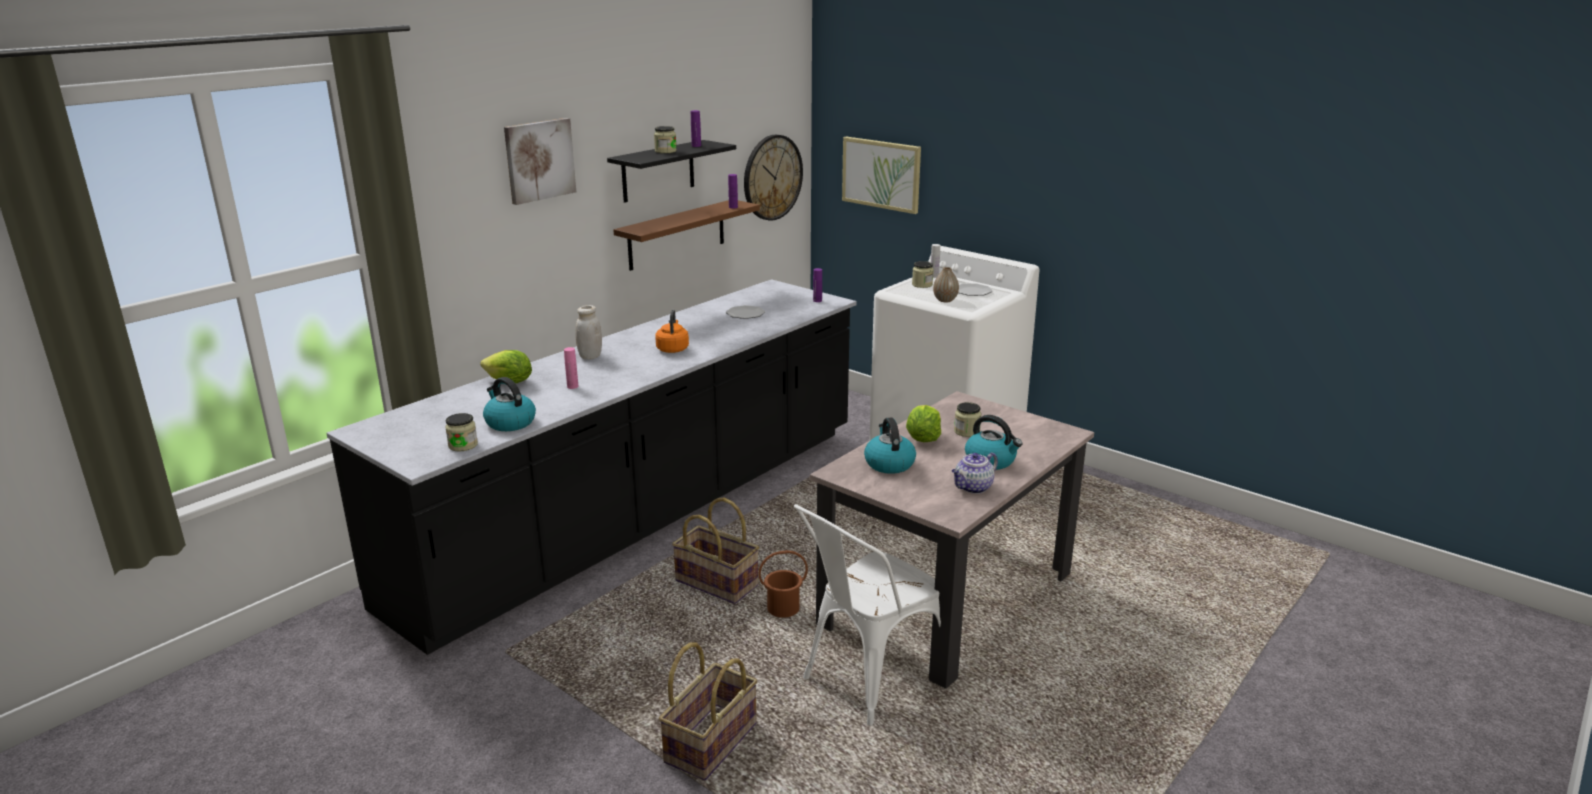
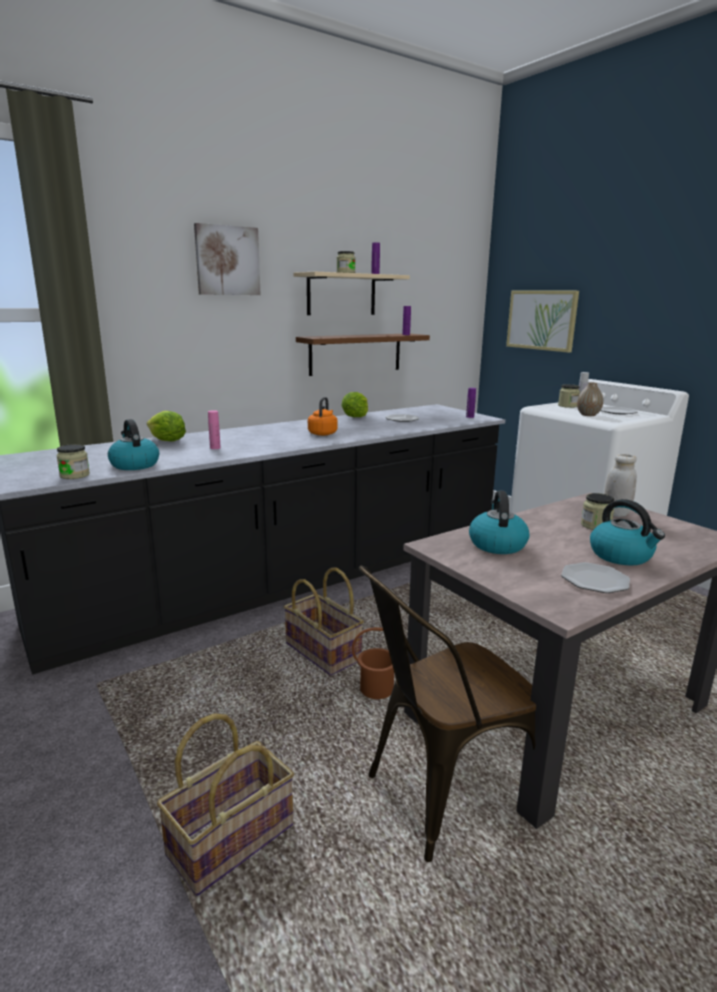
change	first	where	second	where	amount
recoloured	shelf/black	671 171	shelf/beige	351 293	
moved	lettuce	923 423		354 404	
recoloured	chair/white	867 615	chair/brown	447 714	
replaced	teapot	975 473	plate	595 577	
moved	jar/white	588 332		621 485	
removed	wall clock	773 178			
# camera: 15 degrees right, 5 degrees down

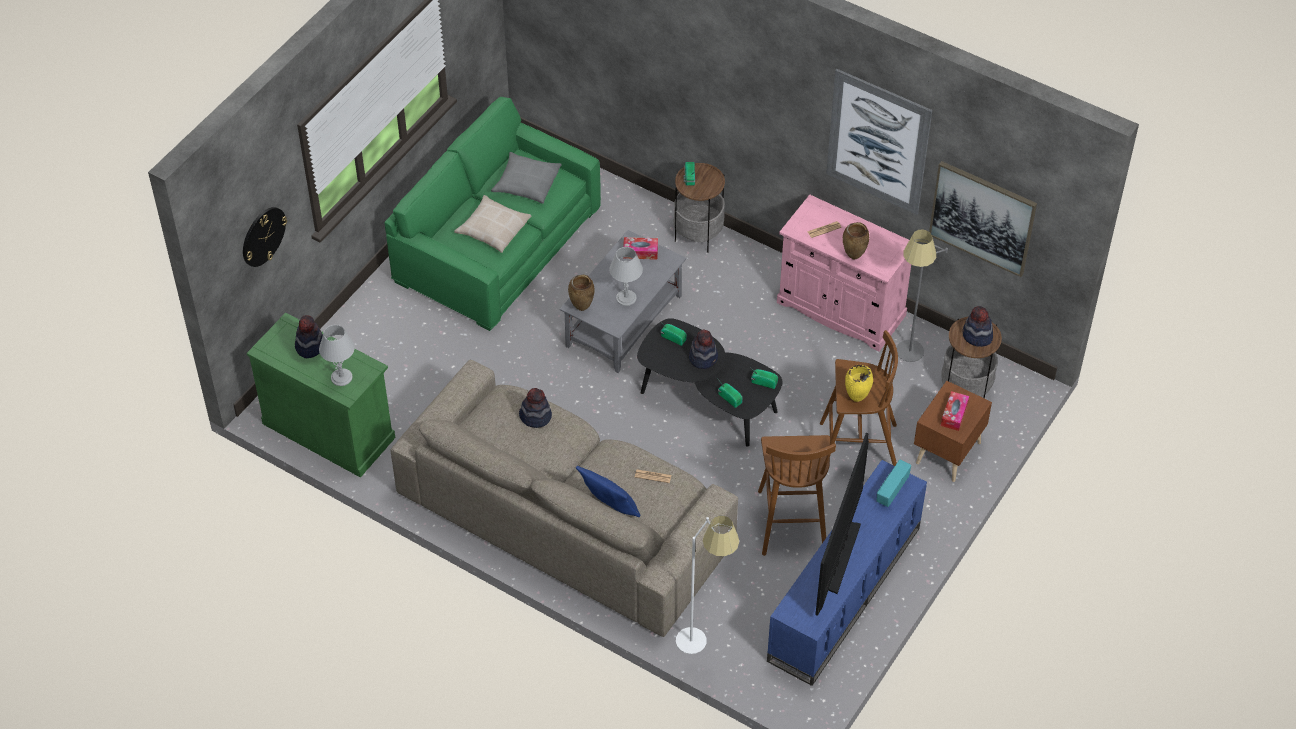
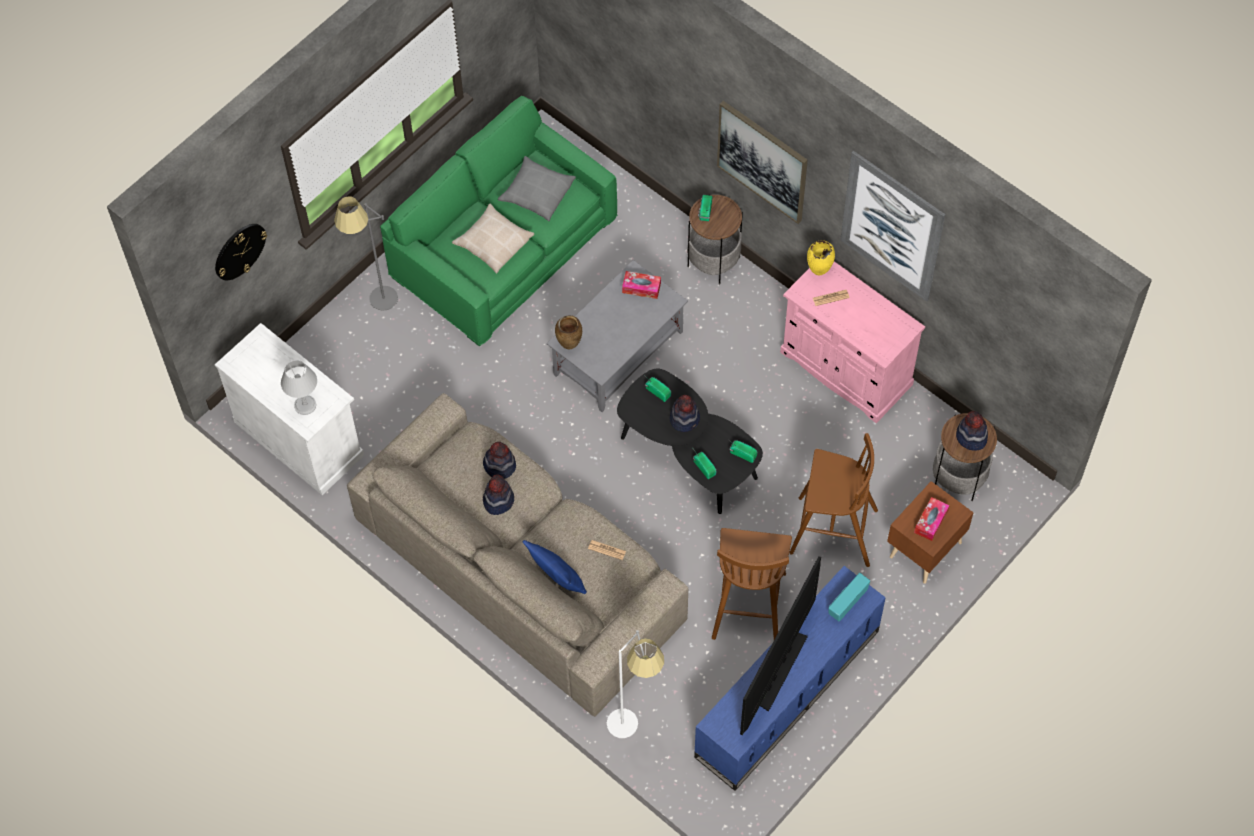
change	first	where	second	where	amount
recoloured	cabinet/green	321 395	cabinet/white	289 409	
moved	floor lamp/grey	922 295		366 254	
moved	hat	309 336		498 495	
moved	picture	983 219		762 162	
moved	vase/yellow	859 383		821 257	
removed	table lamp/grey	626 276			
removed	vase/brown	856 241			
# camera: 10 degrees right, 10 degrees up

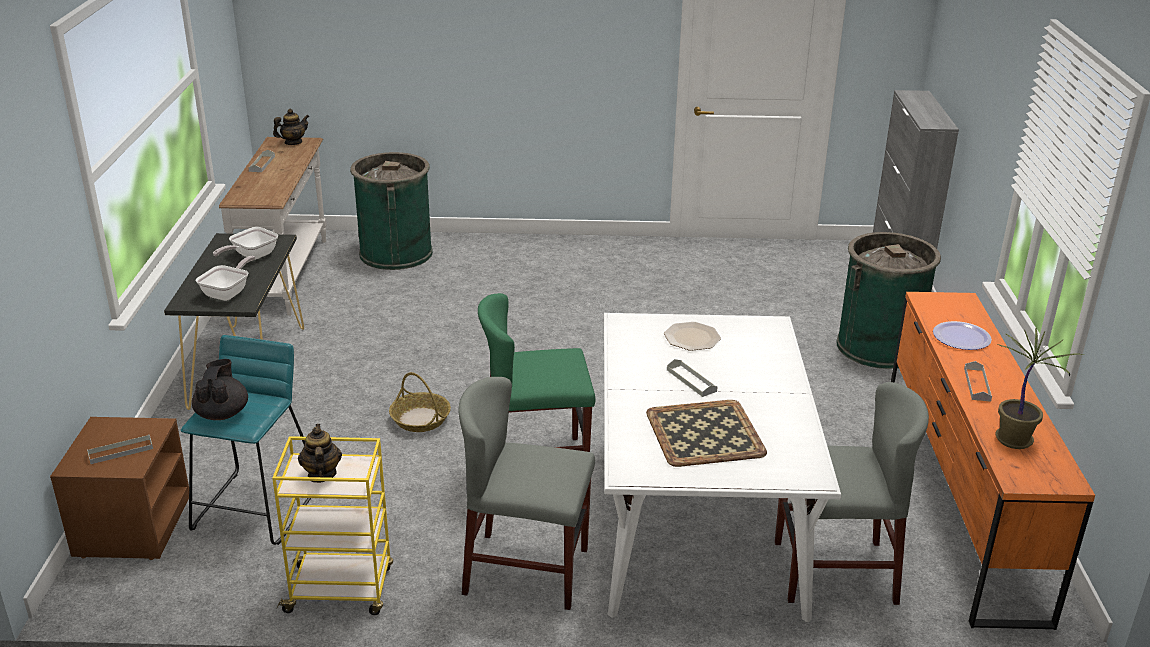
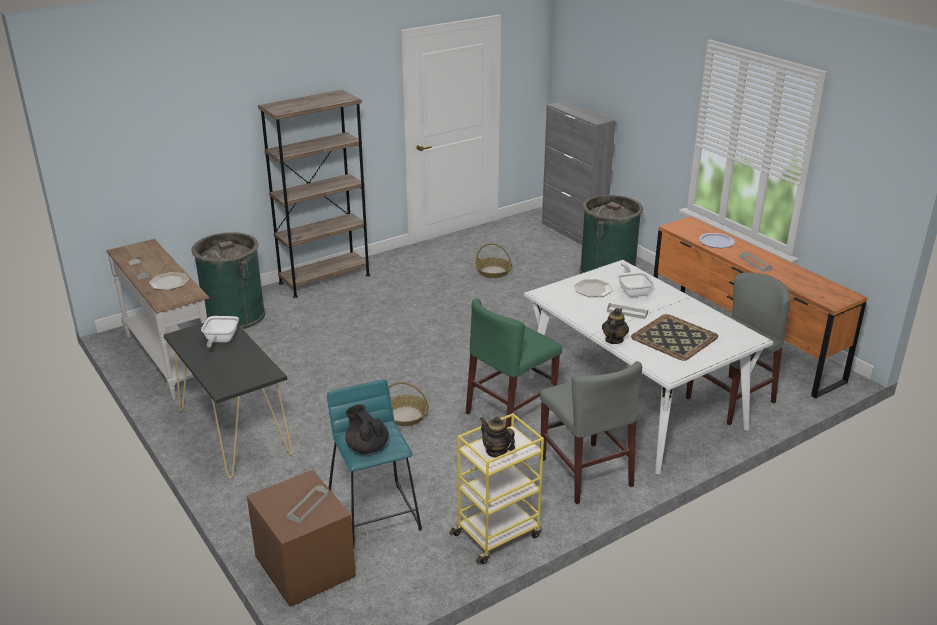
change	first	where	second	where	amount
added			plate	169 281	
added			bookcase/brown	314 194	
added			basket	493 260	
turned	chair/grey	527 493		591 432	90 degrees counterclockwise
moved	teapot	291 127		615 326	
moved	frying pan	225 278		636 280	
removed	potted plant	1039 388			
# camera: 35 degrees left, 0 degrees up

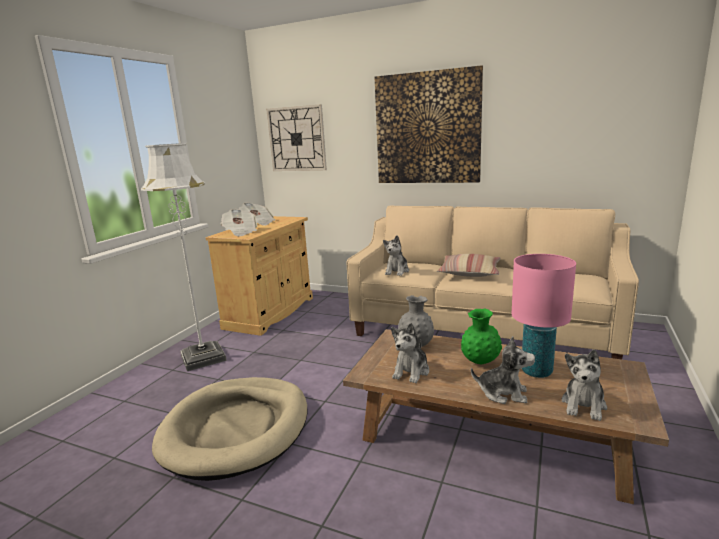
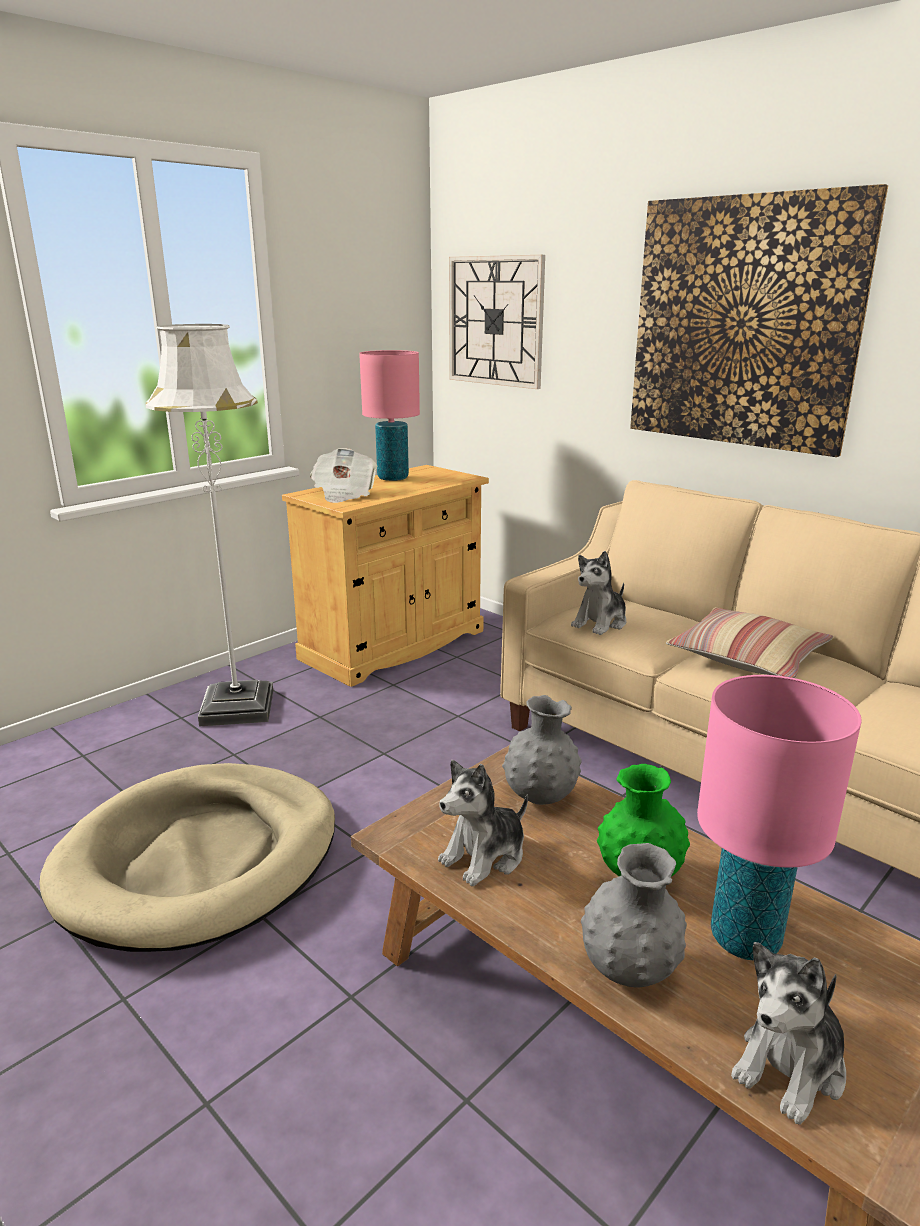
change	first	where	second	where	amount
replaced	newspaper	257 214	table lamp/pink	389 415	
replaced	plush toy	503 370	vase/grey	634 915	
# camera: 20 degrees right, 5 degrees up

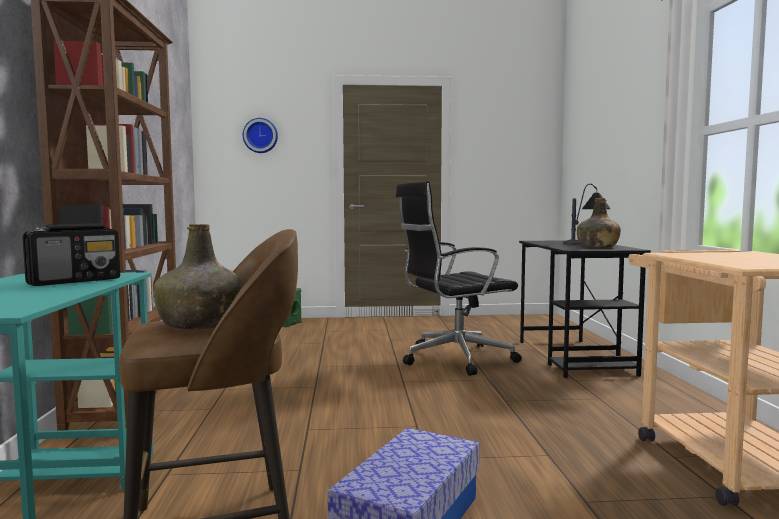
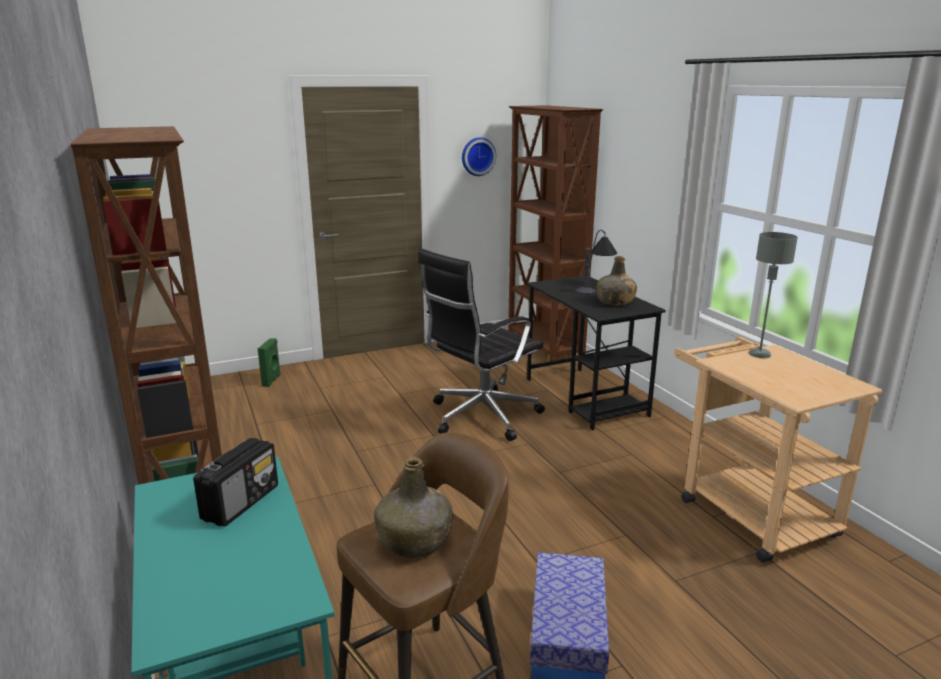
change	first	where	second	where	amount
moved	wall clock	260 135		479 156	
added			bookcase/brown	555 233	
added			table lamp/grey	773 295	
# camera: 20 degrees left, 15 degrees up

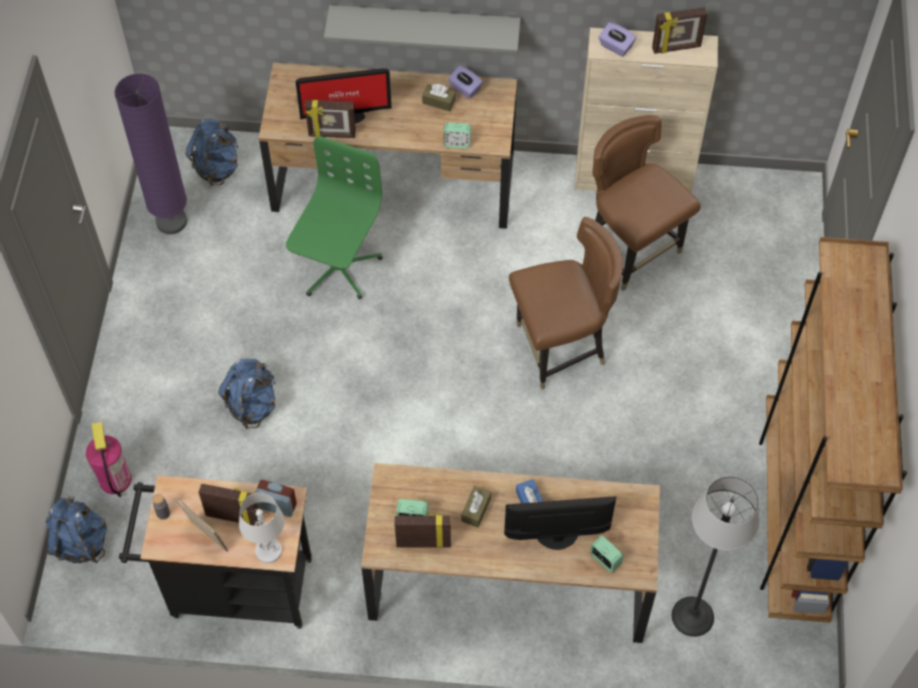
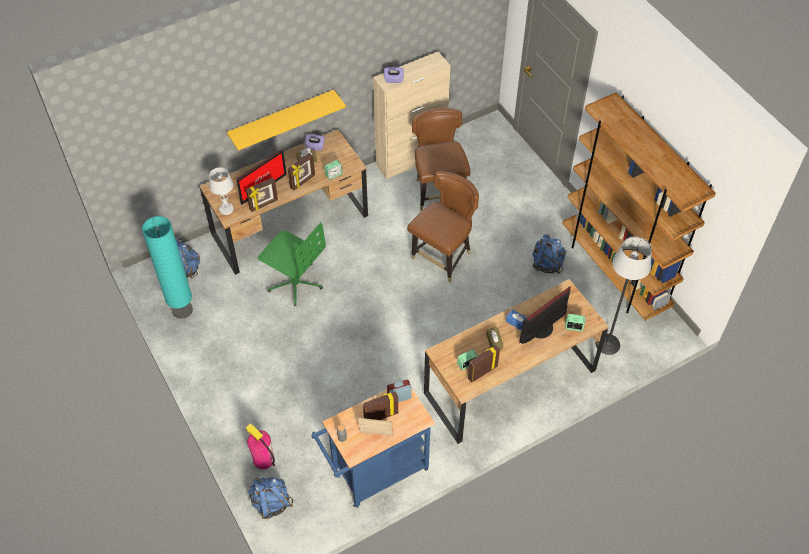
change	first	where	second	where	amount
recoloured	floor lamp/purple	151 153	floor lamp/turquoise	167 267	
moved	table lamp/white	261 528		221 191	
recoloured	shelf/grey	422 29	shelf/yellow	286 120	
turned	office chair/green	334 218		292 264	135 degrees clockwise
moved	picture frame	679 30		301 172	
recoloured	cart/black	215 552	cart/blue	373 447	
turned	chair/brown	646 203		441 159	60 degrees clockwise
moved	backpack/blue	247 394		549 254	
# camera: 35 degrees left, 5 degrees down

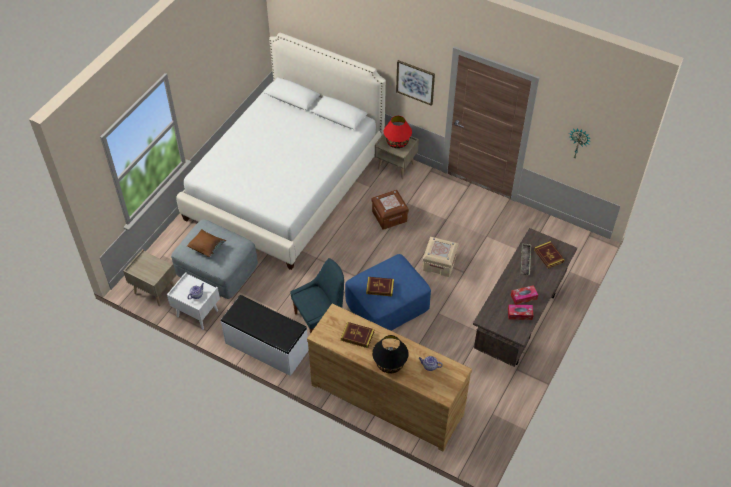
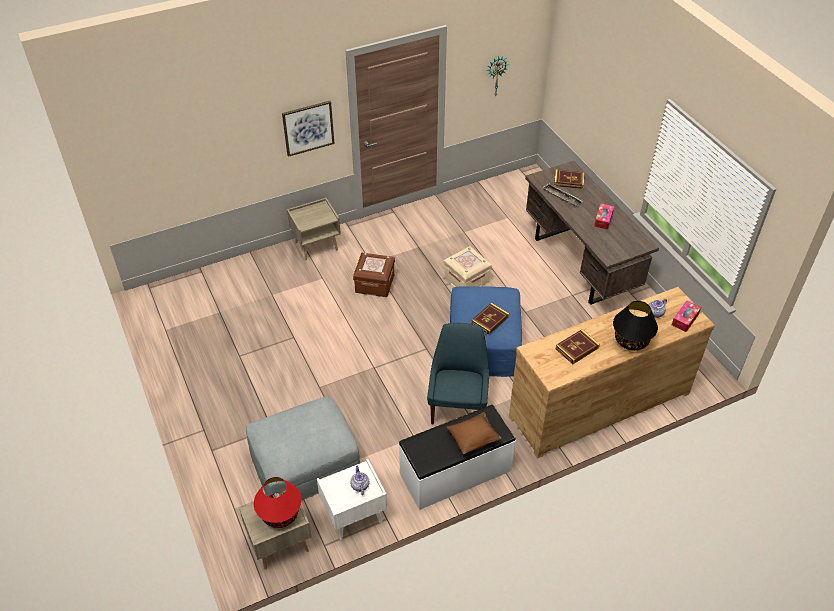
change	first	where	second	where	amount
moved	table lamp/red	398 132		278 502	
moved	pillow/brown	206 243		474 433	
moved	tissue box	521 312		686 316	
removed	bed/white	281 151			
# camera: 55 degrees left, 5 degrees down

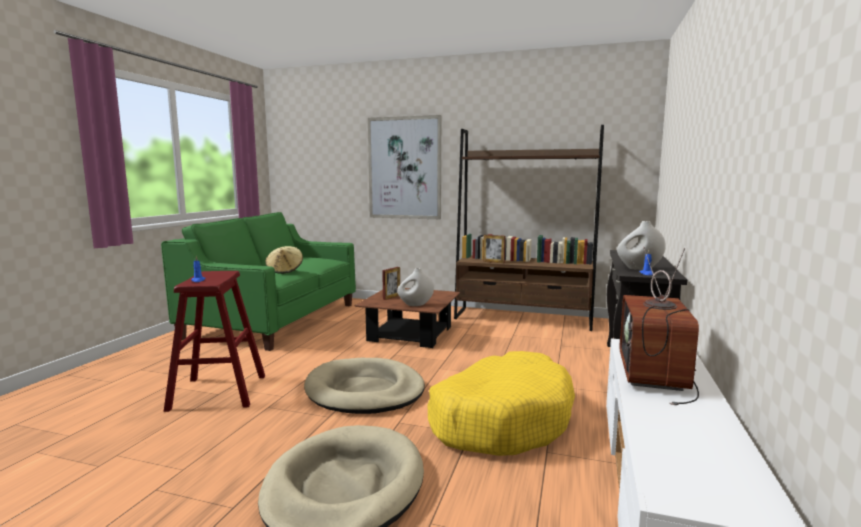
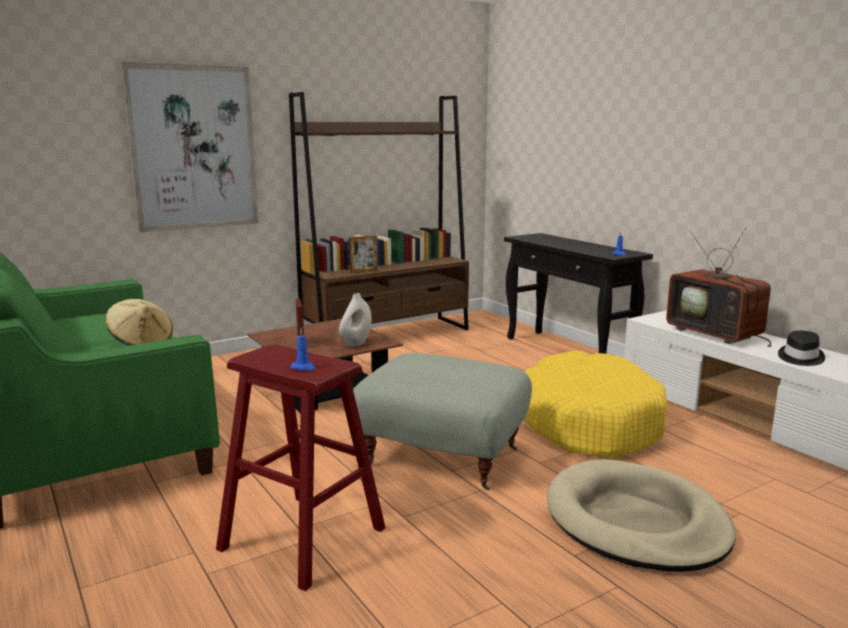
change	first	where	second	where	amount
replaced	dog bed/beige	364 386	ottoman/grey	442 421	
added			hat/black	801 348	
removed	vase/white	641 245			
# camera: 50 degrees left, 5 degrees up

